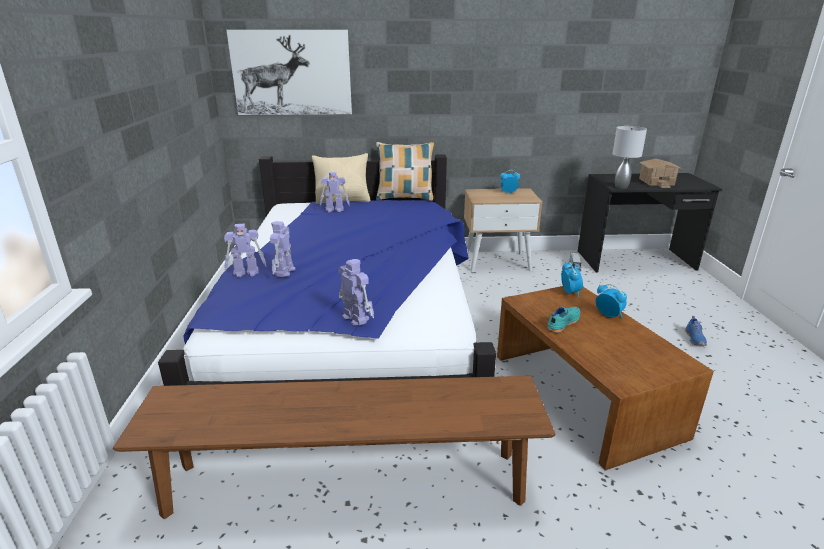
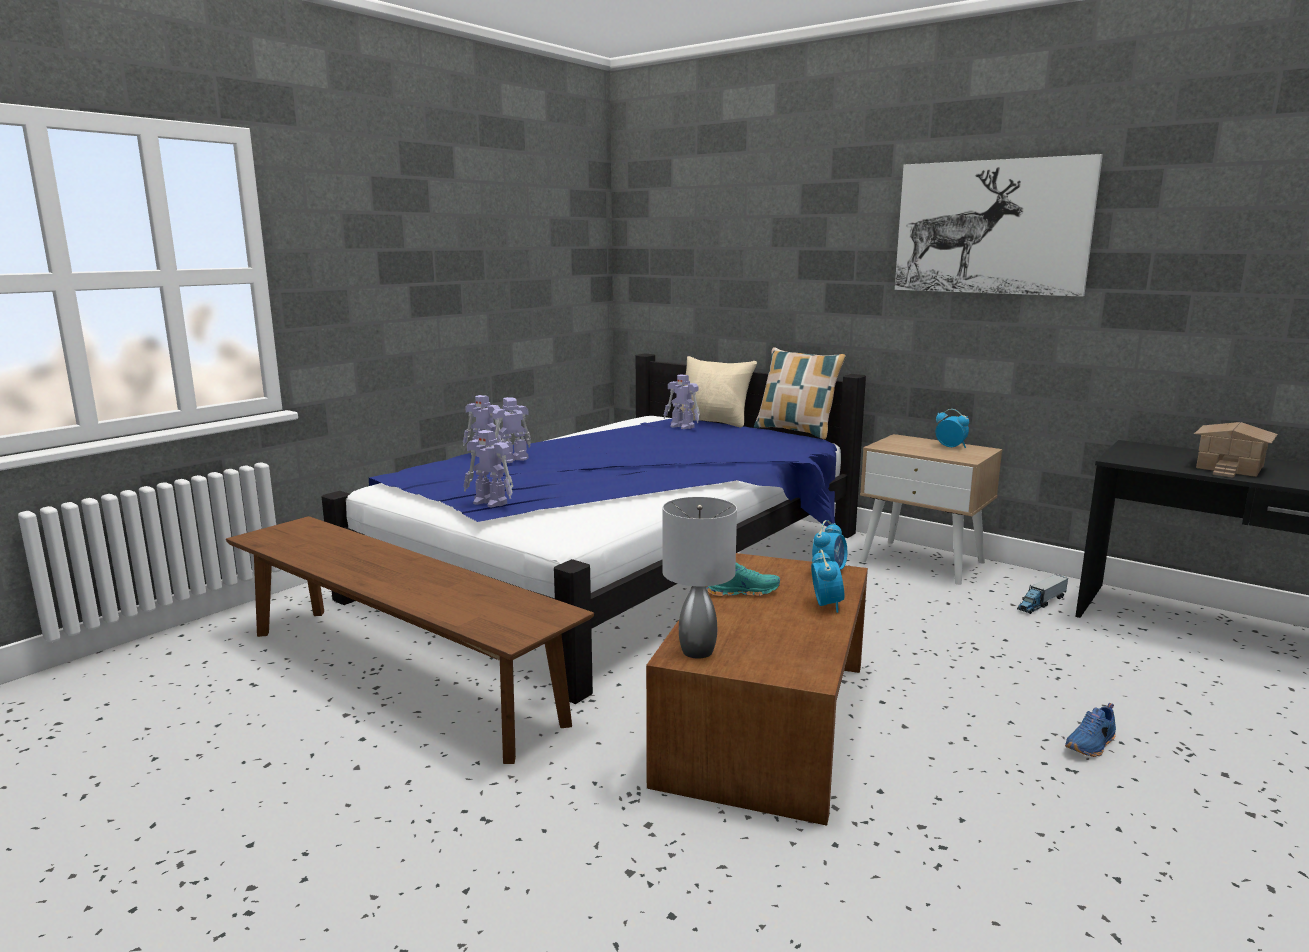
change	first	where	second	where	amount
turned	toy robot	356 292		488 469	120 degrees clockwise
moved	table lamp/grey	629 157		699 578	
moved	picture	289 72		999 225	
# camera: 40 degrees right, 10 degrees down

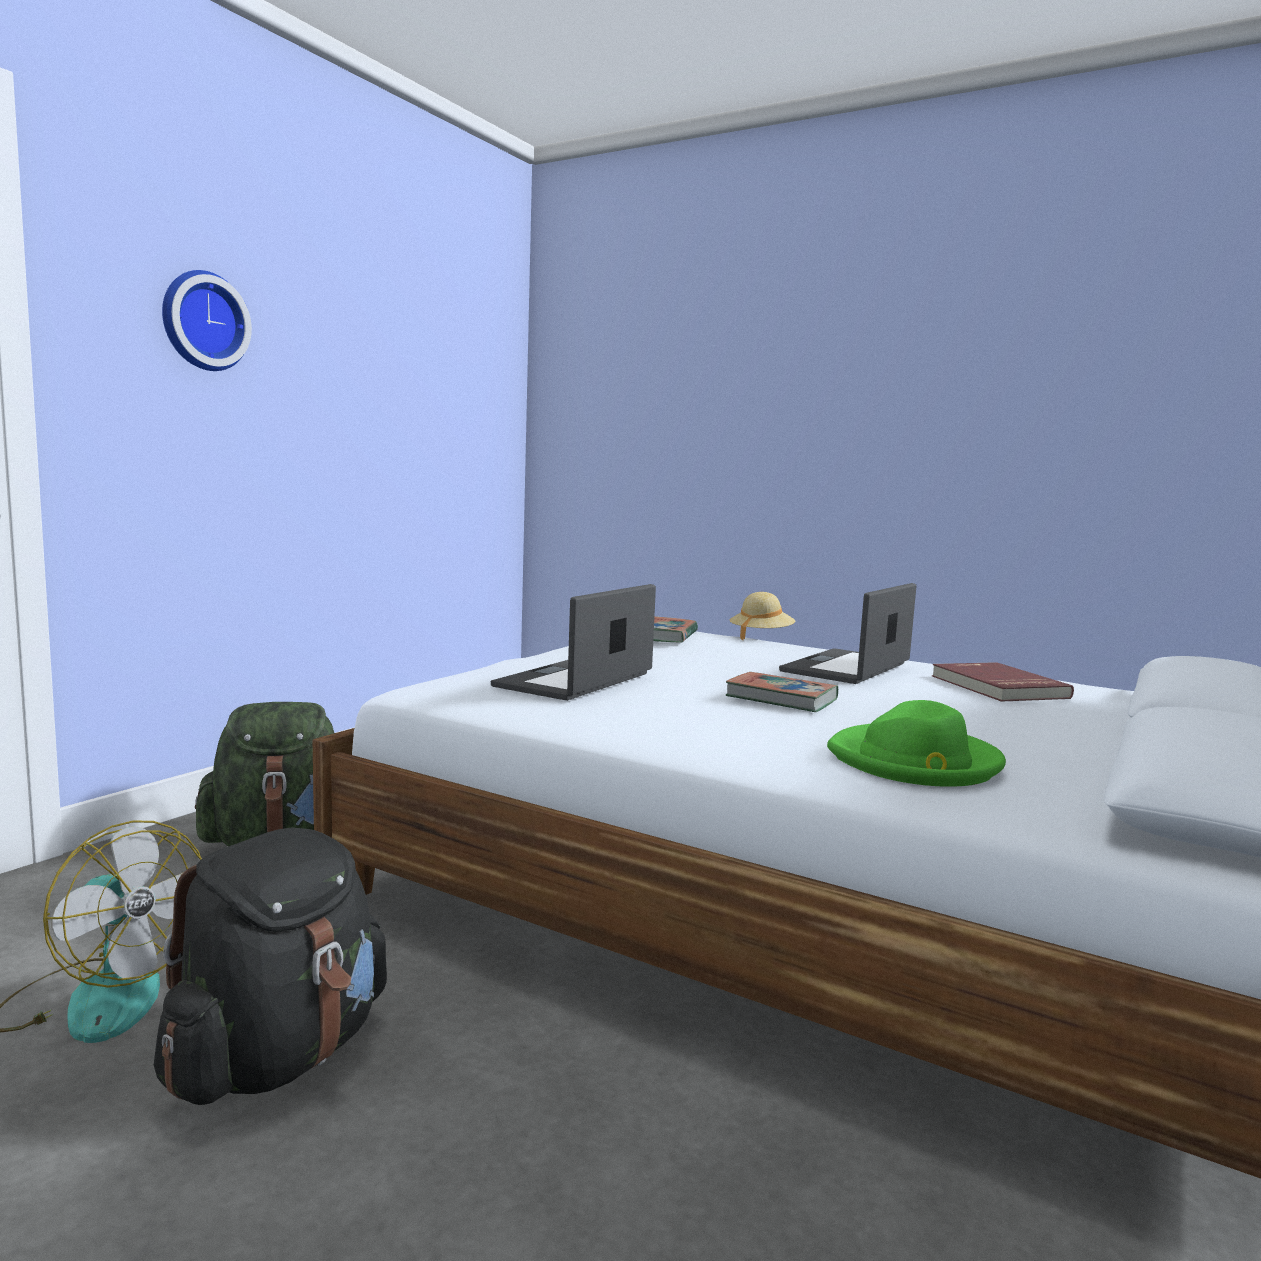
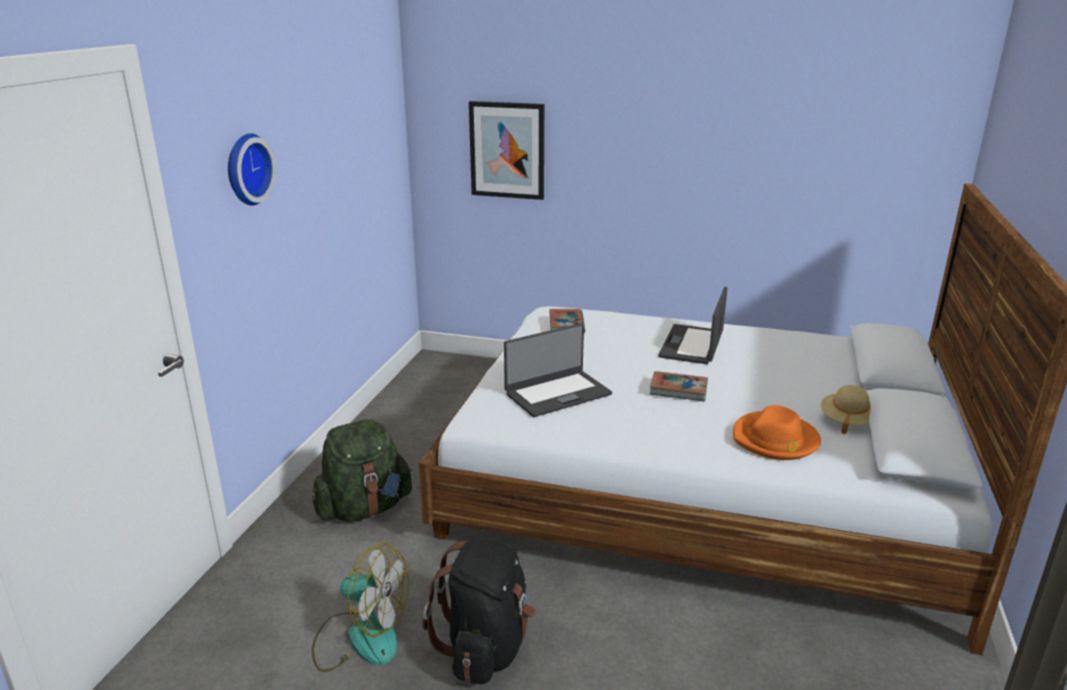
change	first	where	second	where	amount
added			picture	506 150	
turned	laptop	573 642		558 370	135 degrees counterclockwise
recoloured	hat/green	916 743	hat/orange	777 432	
moved	hat/beige	762 616		846 409	
removed	book/red	1003 682			
# camera: 15 degrees left, 15 degrees up

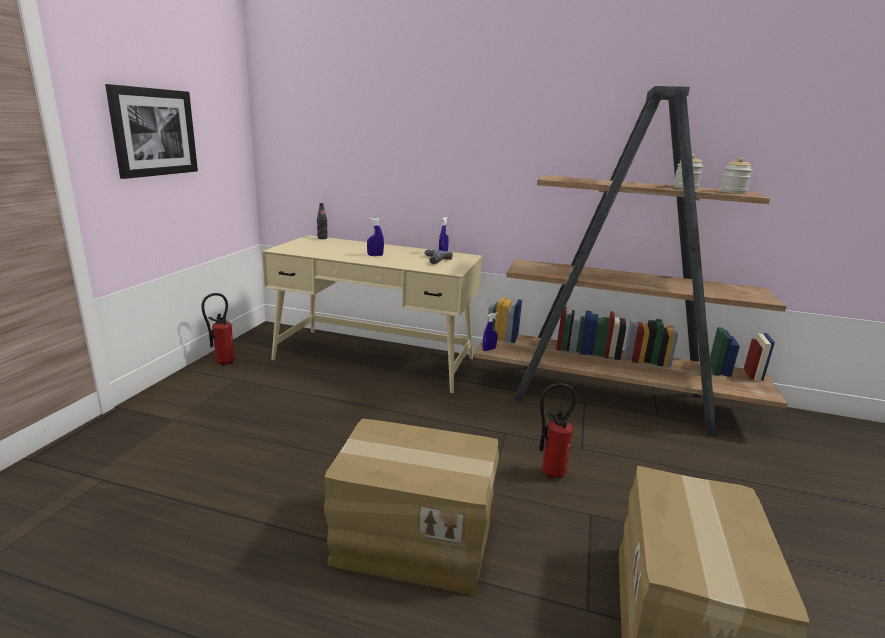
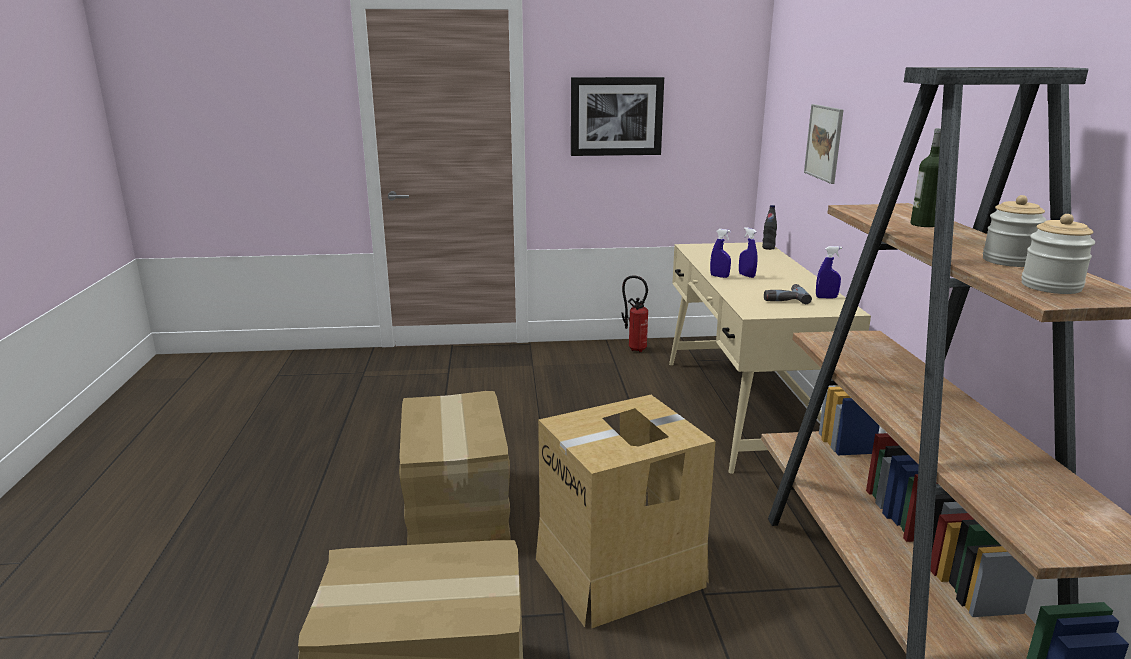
change	first	where	second	where	amount
replaced	fire extinguisher	557 430	cardboard box	626 511	
moved	spray bottle/blue	490 332		720 253	
added			picture	824 144	
added			bottle	925 177	
# camera: 70 degrees right, 0 degrees up

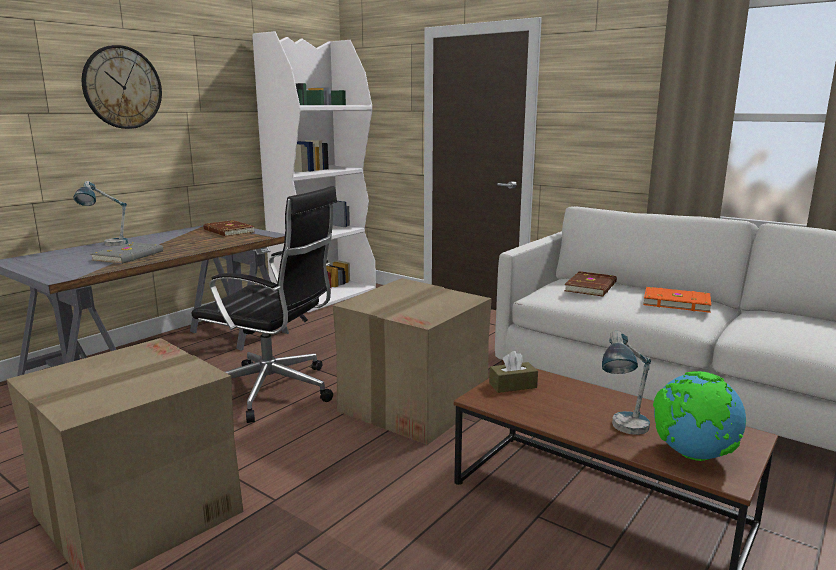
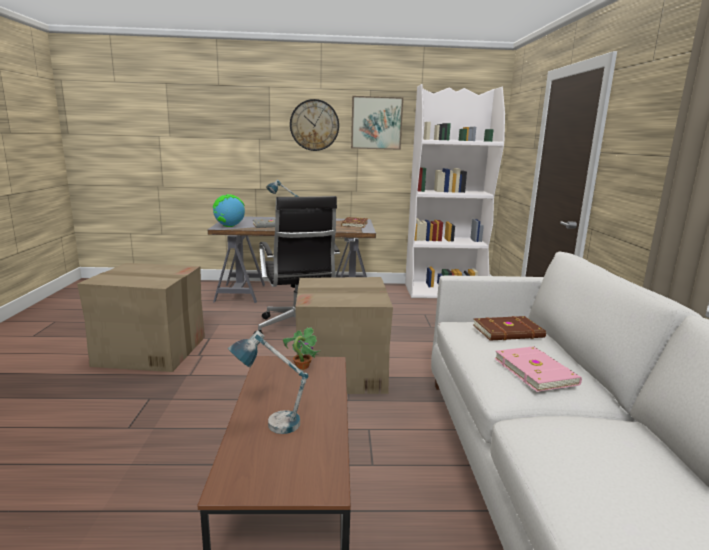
change	first	where	second	where	amount
moved	globe	699 416		229 210	
replaced	tissue box/brown	513 372	potted plant	301 348	
added			picture	377 123	
recoloured	book/orange	677 300	book/pink	538 369	
# camera: 50 degrees right, 0 degrees up

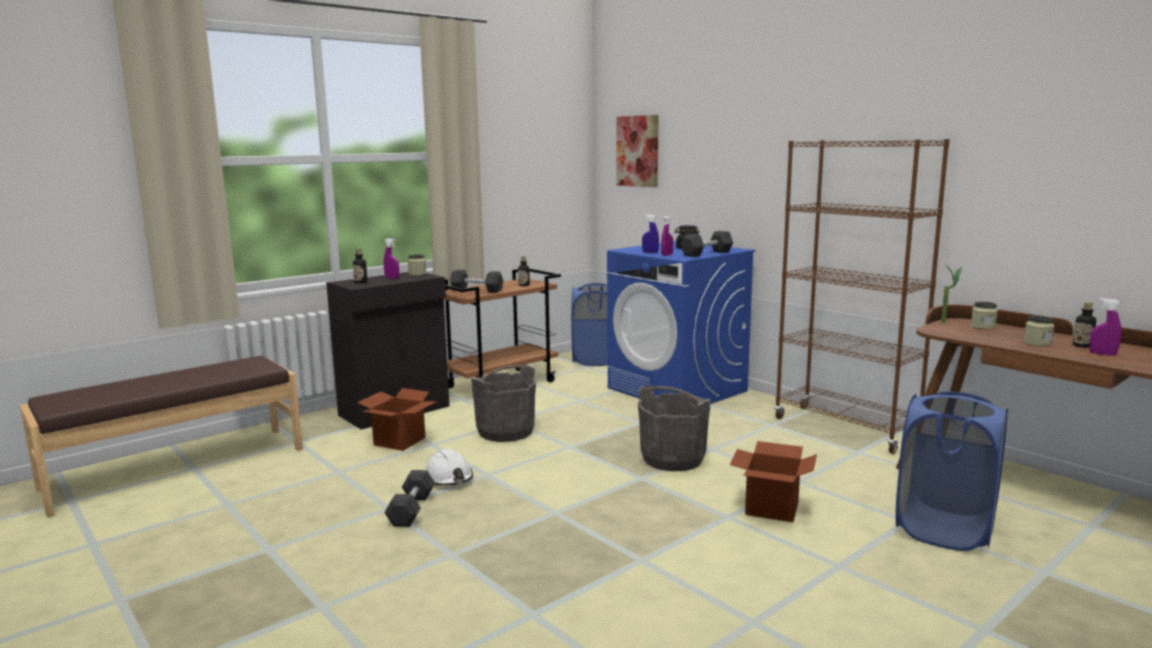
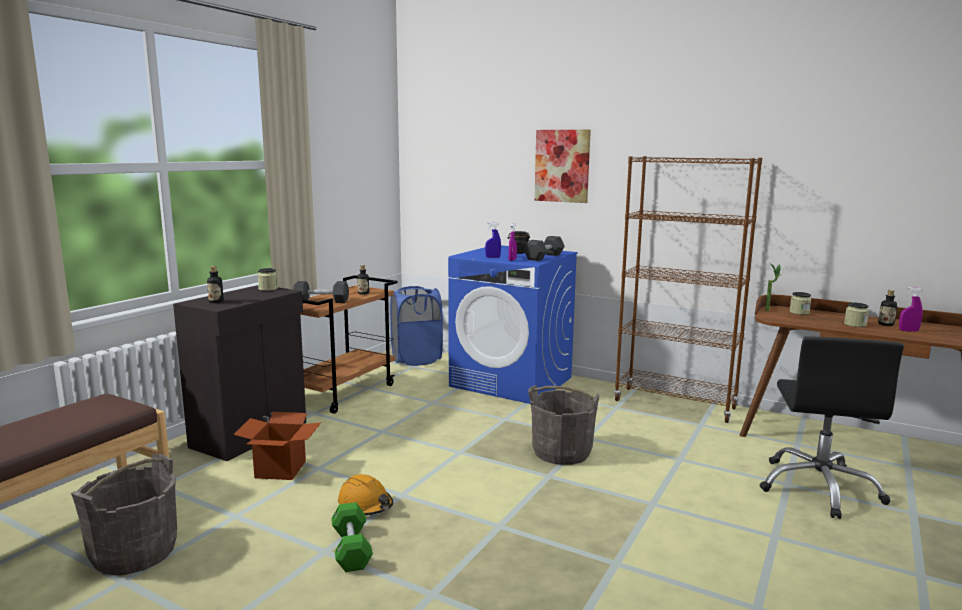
change	first	where	second	where	amount
moved	bucket/grey	503 403		124 514	
recoloured	dumbbell/black	409 498	dumbbell/green	352 537	
recoloured	hard hat/white	449 467	hard hat/orange	365 494	
moved	picture	637 151		562 166	
replaced	laundry basket/blue	952 471	office chair/black	832 427	
removed	spray bottle/purple	391 259			
removed	cardboard box	773 481			
# camera: 20 degrees left, 0 degrees up

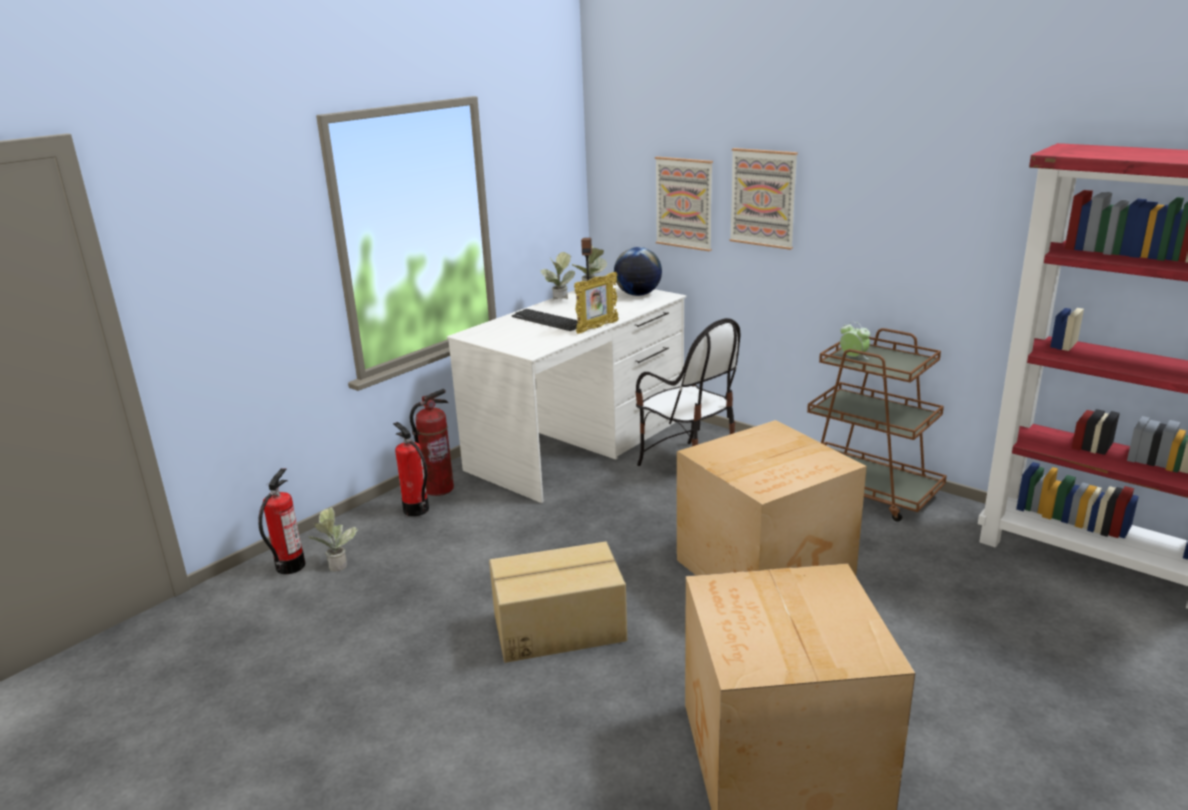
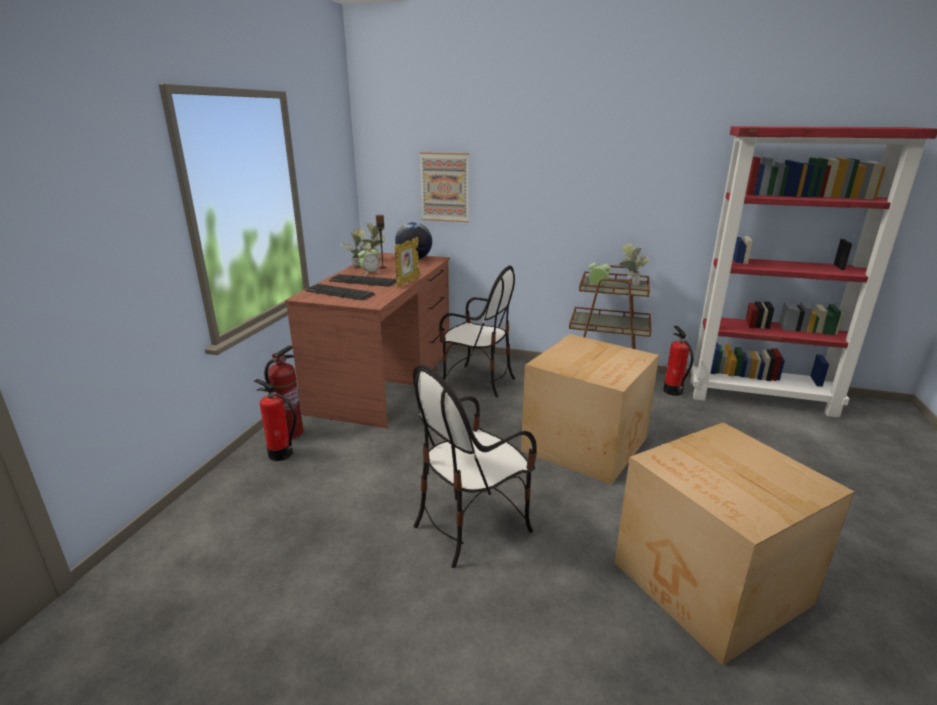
change	first	where	second	where	amount
recoloured	desk/white	566 392	desk/brown	367 340	
added			keyboard	340 292	
added			alarm clock	369 261	
replaced	cardboard box	558 602	chair	475 466	
moved	potted plant	333 539		634 264	
moved	fire extinguisher	281 521		678 361	
removed	picture	764 199			
# camera: 25 degrees left, 0 degrees up

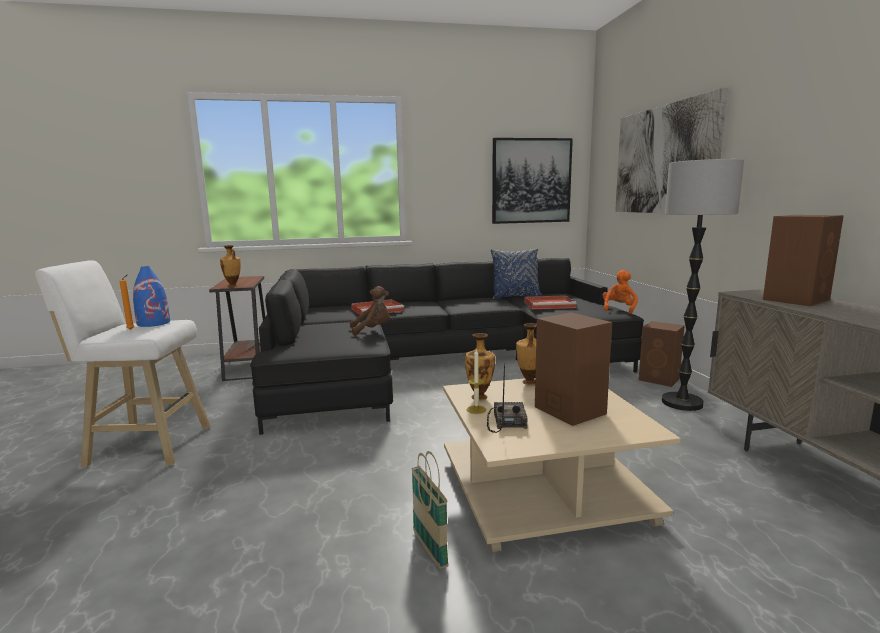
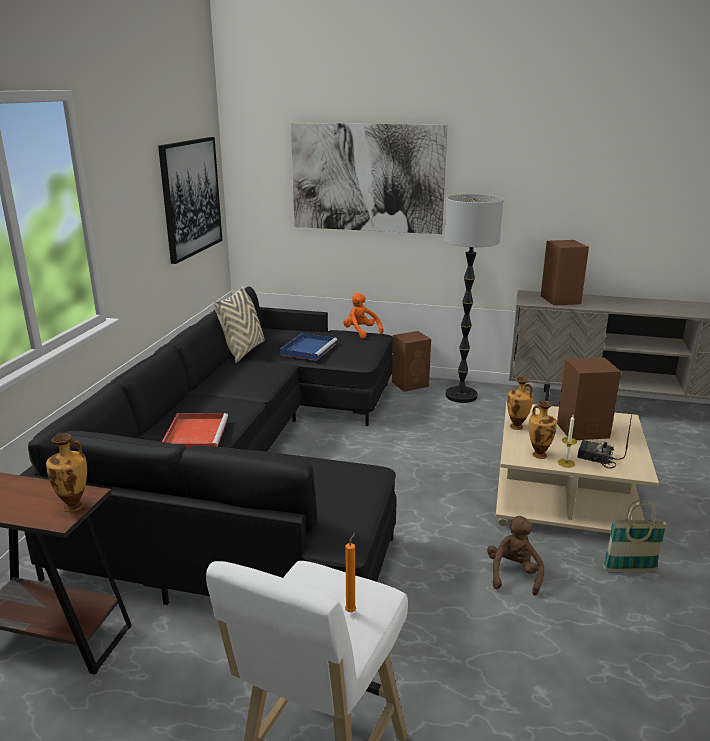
change	first	where	second	where	amount
recoloured	pillow/blue	516 274	pillow/beige	239 324	
recoloured	tray/red	550 302	tray/blue	308 347	
moved	plush toy/brown	370 311		515 555	
removed	vase/blue	151 296			
# camera: 65 degrees left, 10 degrees up

